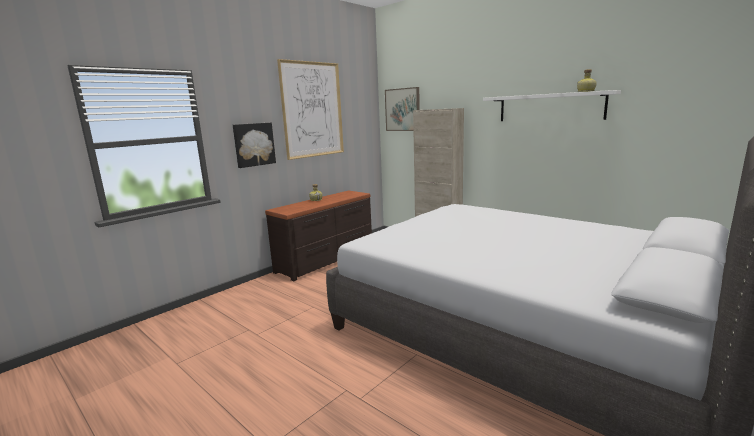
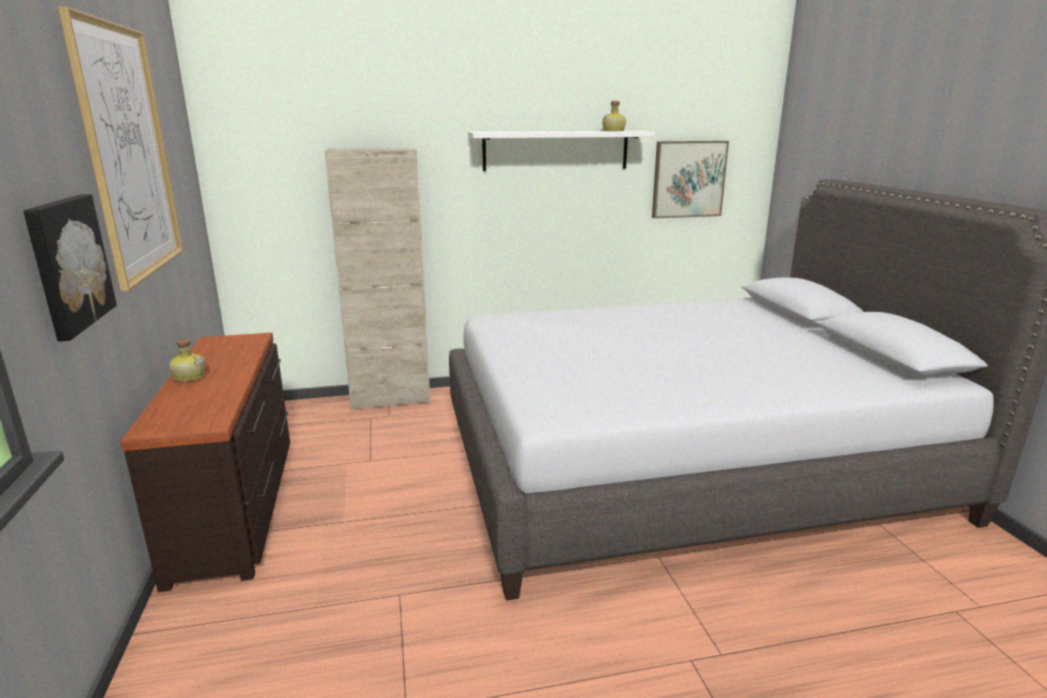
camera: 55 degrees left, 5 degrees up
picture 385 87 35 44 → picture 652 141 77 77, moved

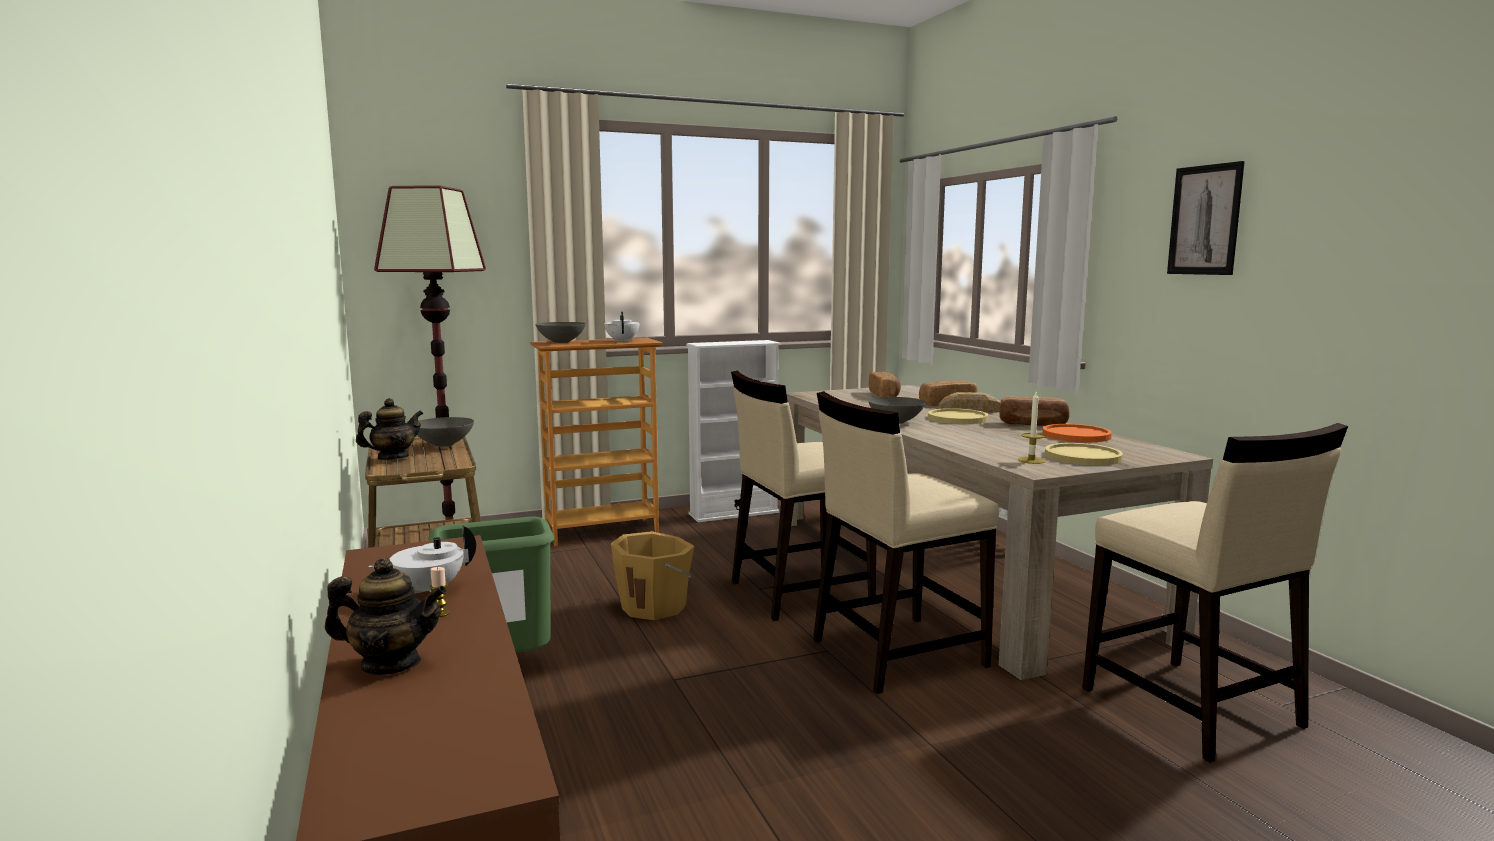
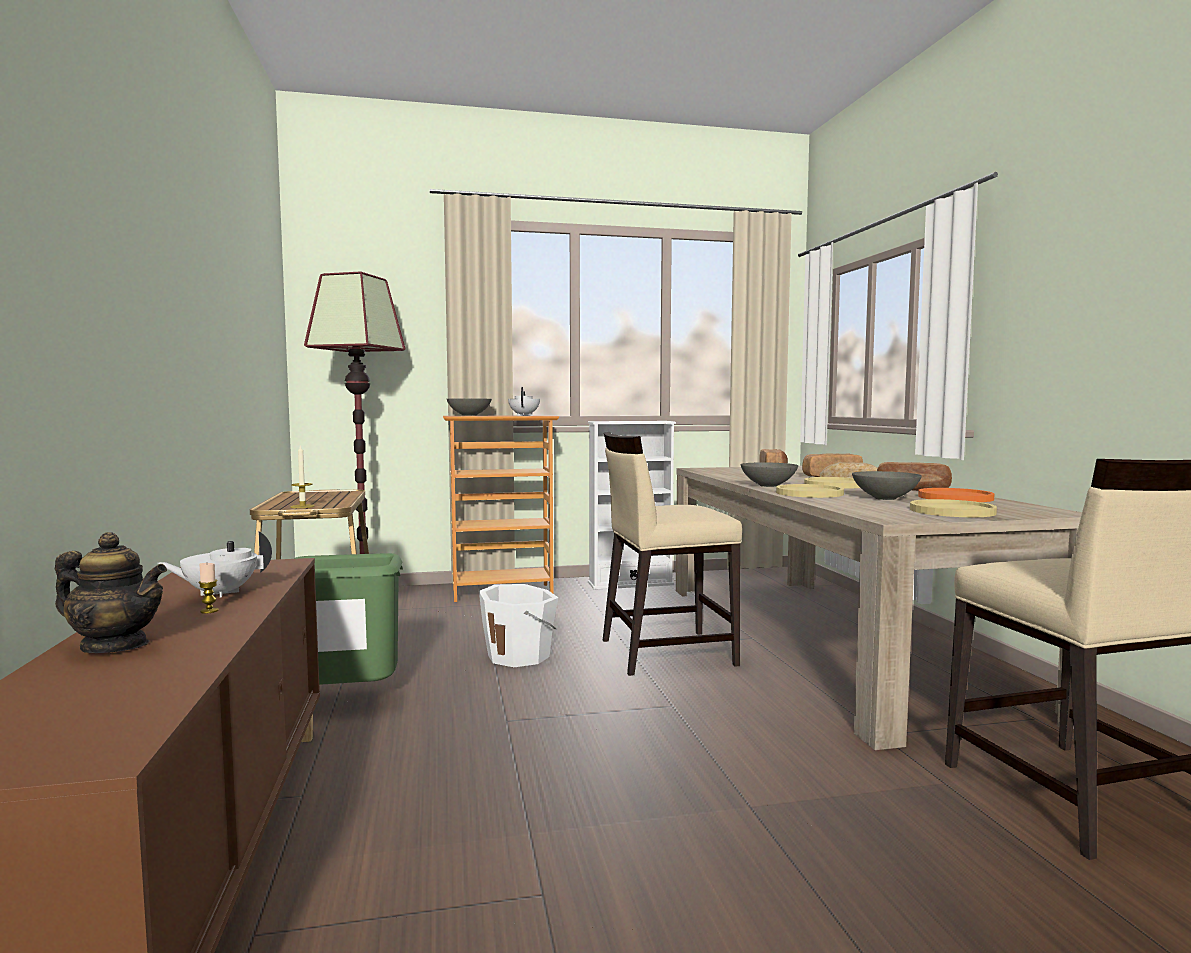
camera: 10 degrees right, 5 degrees down
teapot 356 398 67 62 → -
chair/beige 813 391 186 303 → -
picture 1167 161 78 114 → -
- → plate/yellow 776 484 68 14
bowl/grey 417 417 57 30 → bowl/grey 852 471 70 29, moved
candle 1018 392 27 72 → candle 291 445 24 63, moved
bucket/orange 611 531 84 89 → bucket/white 479 584 79 83

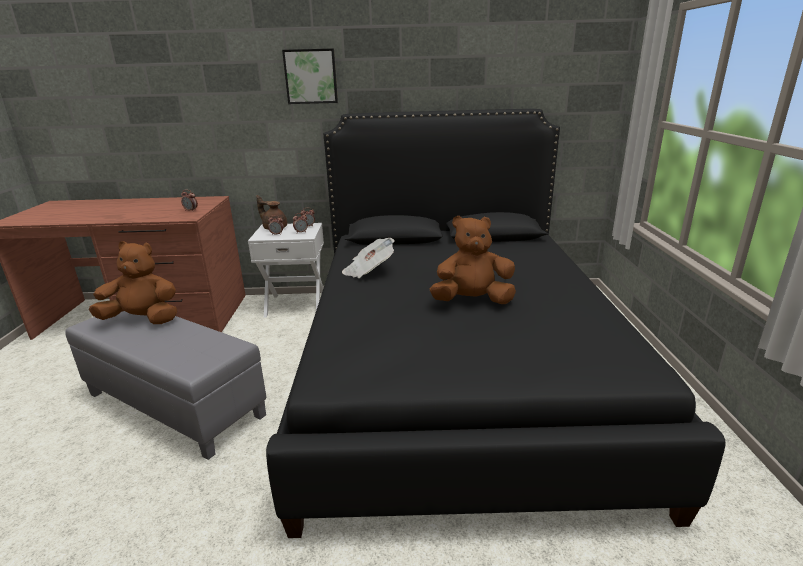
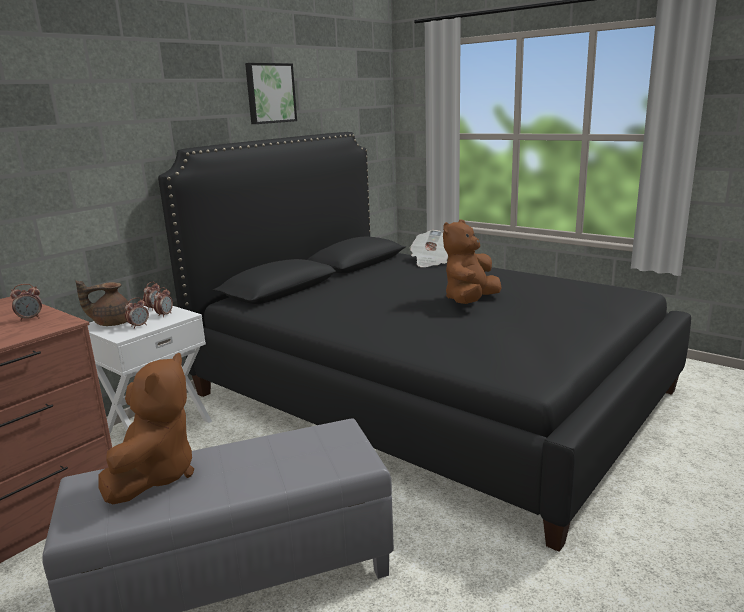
camera: 50 degrees left, 5 degrees down
picture 282 48 56 56 → picture 245 63 52 61, moved
newspaper 342 238 53 40 → newspaper 410 230 38 37, moved
plush toy/brown 89 241 88 83 → plush toy/brown 98 353 96 151, 150 degrees clockwise

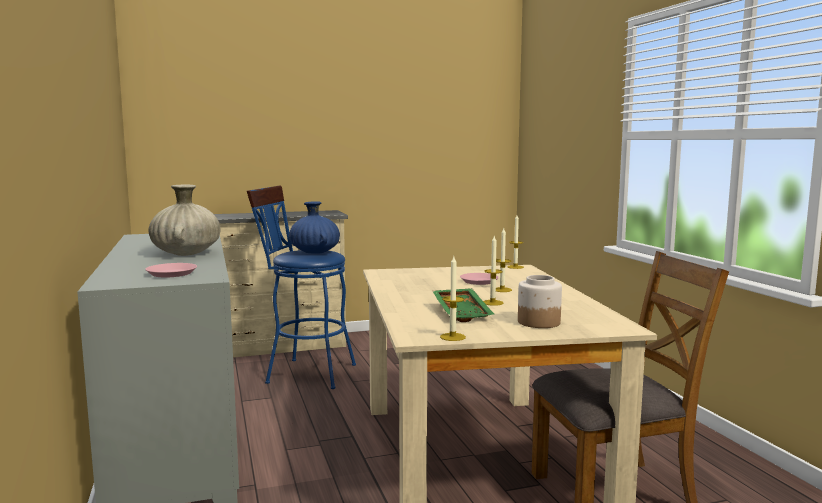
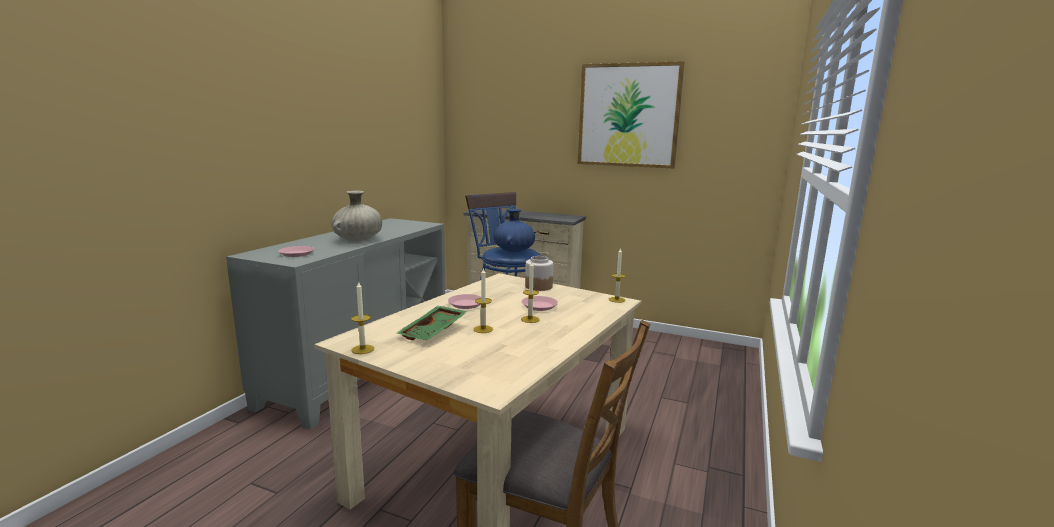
camera: 40 degrees right, 5 degrees up
- → plate/pink 448 294 33 15
- → picture 578 61 106 107
jar 518 275 44 53 → jar 525 256 28 35, moved

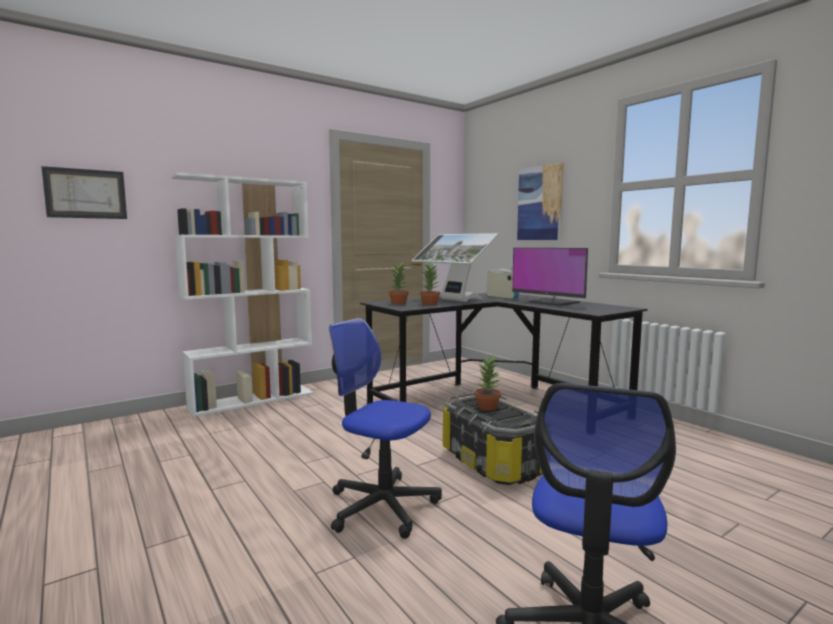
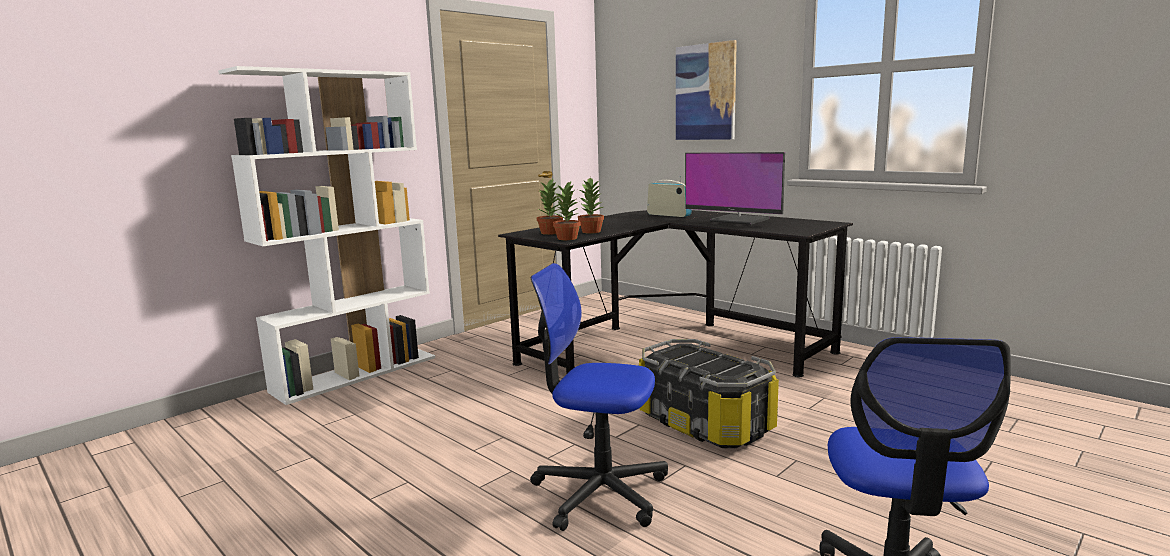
camera: 10 degrees left, 5 degrees up
picture 41 166 86 53 → -
monitor 412 233 86 69 → -
potted plant 475 353 26 57 → potted plant 552 182 29 58, moved

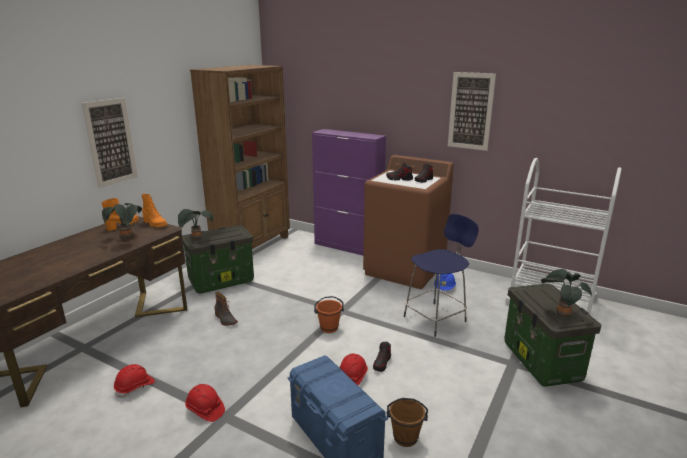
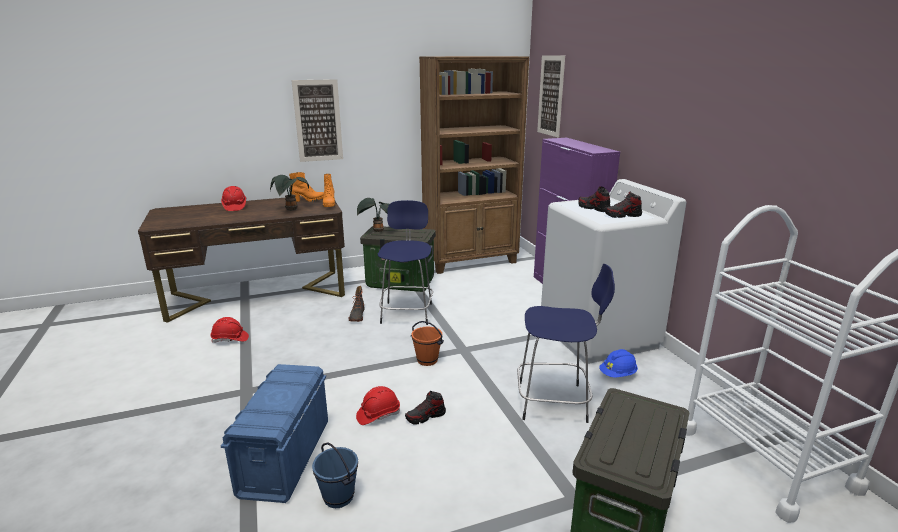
camera: 40 degrees right, 0 degrees up
potted plant 541 269 51 50 → -
- → stool/blue 378 200 55 125
hard hat/red 185 384 40 38 → hard hat/red 221 186 25 25, moved
picture 448 72 48 79 → picture 537 55 28 82, moved
washing machine/brown 363 155 91 134 → washing machine/white 541 179 145 185
bucket/brown 387 398 41 49 → bucket/blue 312 443 46 65

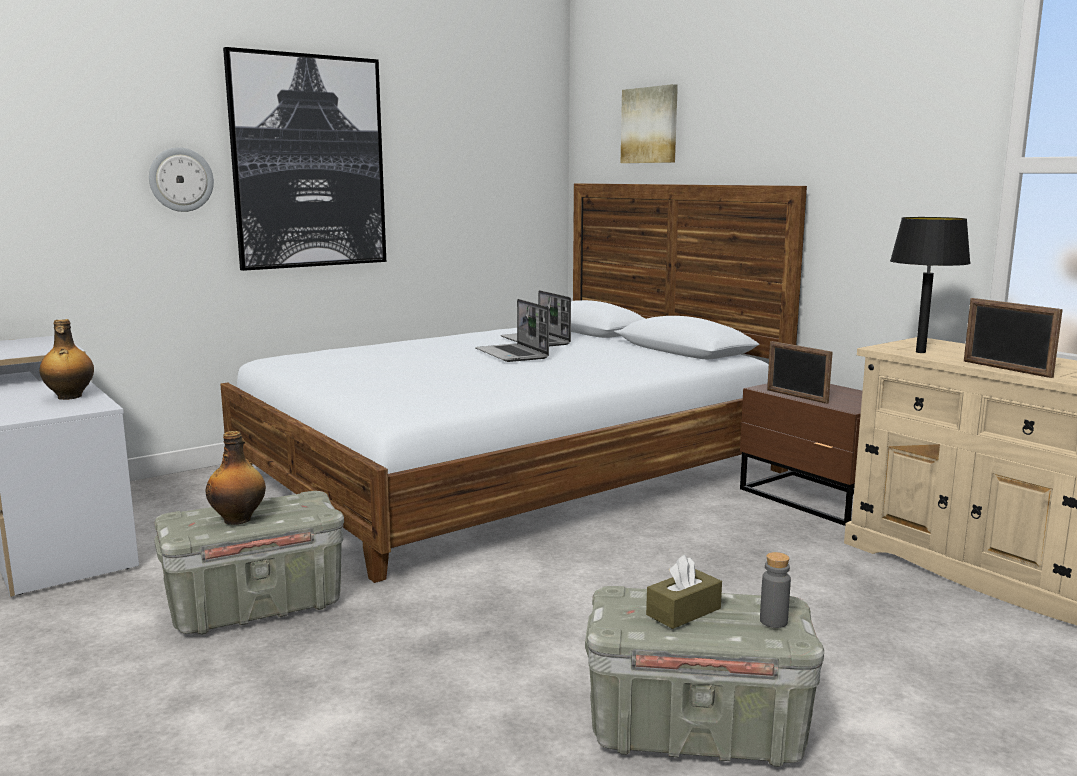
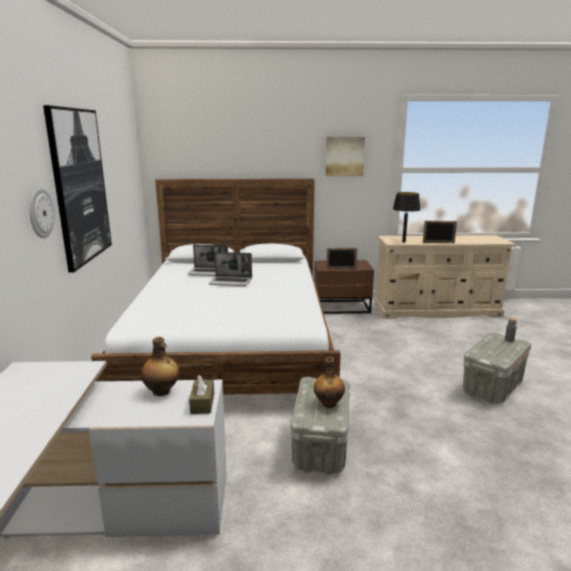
camera: 55 degrees left, 5 degrees up
picture 621 84 57 79 → picture 325 137 40 39, moved
tissue box/brown 646 555 76 74 → tissue box/brown 189 375 25 39, moved

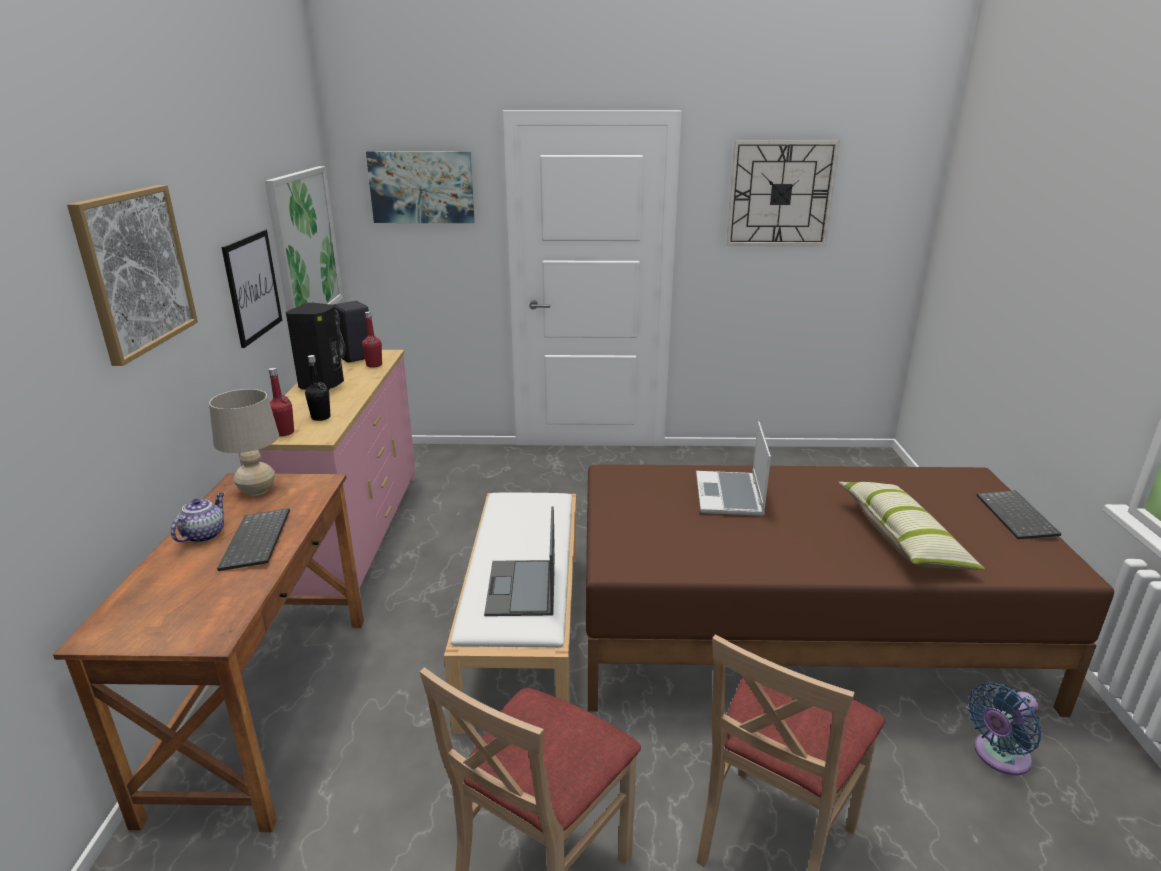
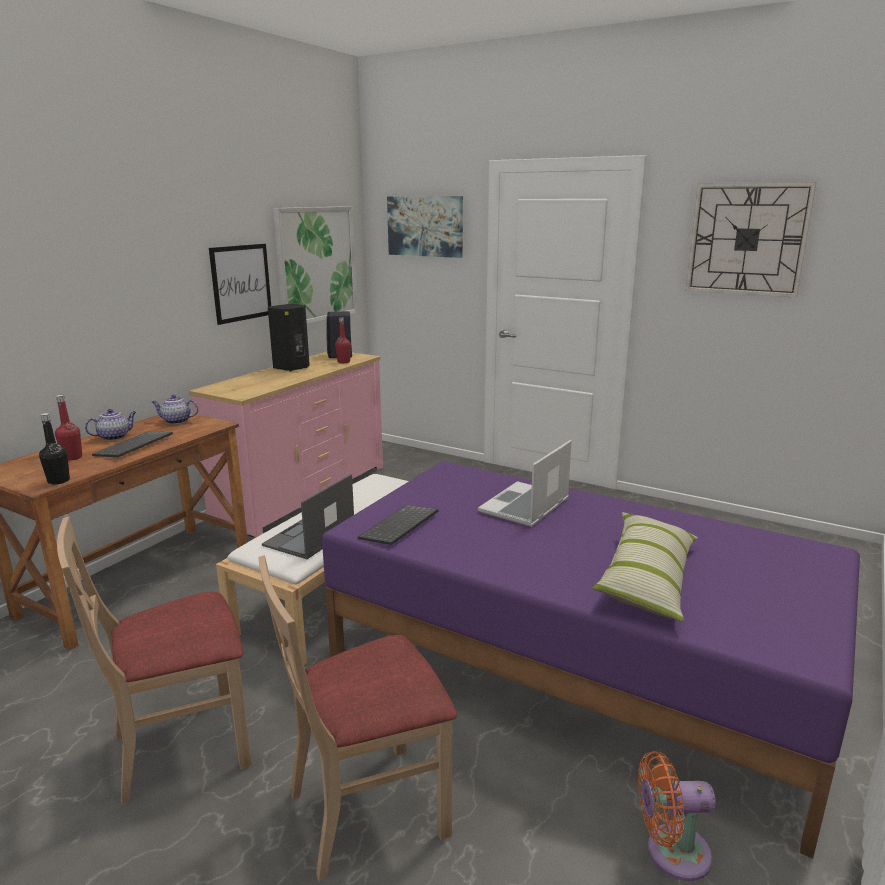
camera: 30 degrees right, 5 degrees down
picture 67 185 131 181 → -
bottle/red 269 368 25 68 → bottle/red 55 395 27 65, moved
bottle/black 305 355 25 66 → bottle/black 39 413 31 71, moved
keyboard 977 490 84 49 → keyboard 358 505 81 40, moved
table lamp/beige 209 389 70 107 → teapot 152 395 47 29
bed/brown 586 464 528 253 → bed/purple 322 461 538 398
fan/blue 968 682 74 94 → fan/orange 638 751 78 130

